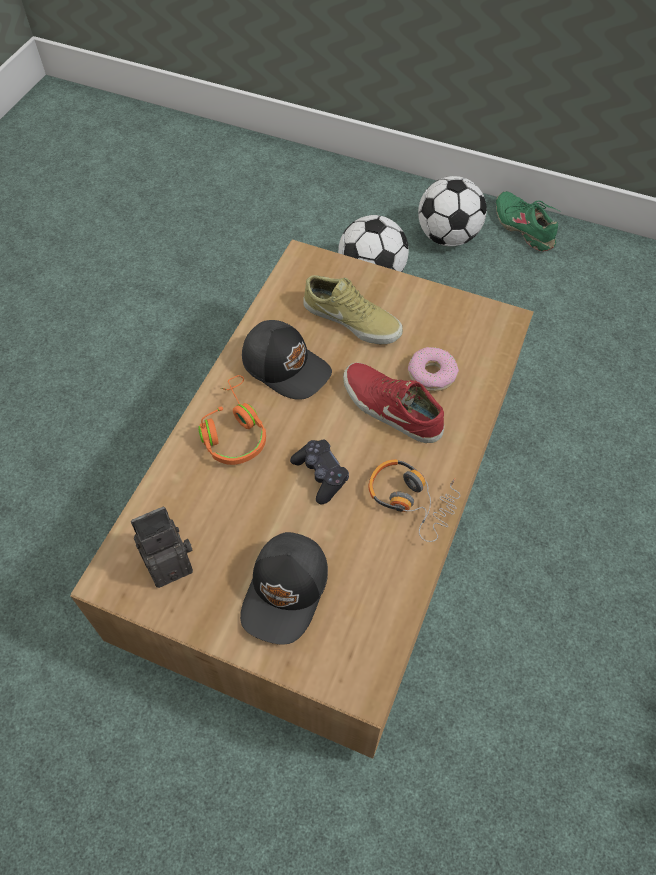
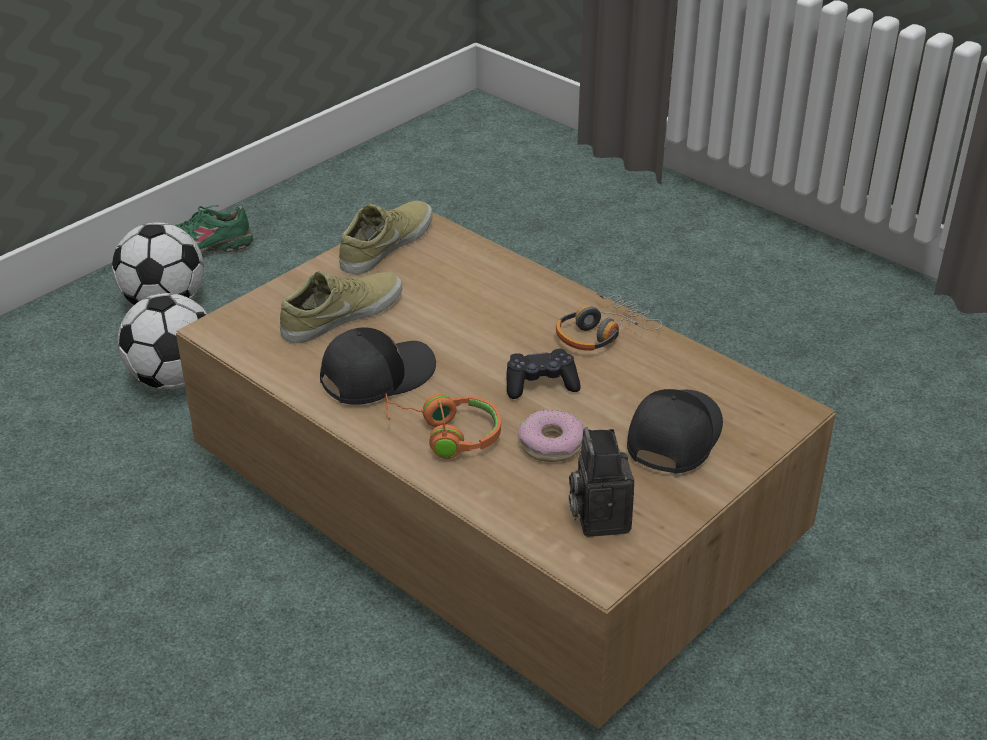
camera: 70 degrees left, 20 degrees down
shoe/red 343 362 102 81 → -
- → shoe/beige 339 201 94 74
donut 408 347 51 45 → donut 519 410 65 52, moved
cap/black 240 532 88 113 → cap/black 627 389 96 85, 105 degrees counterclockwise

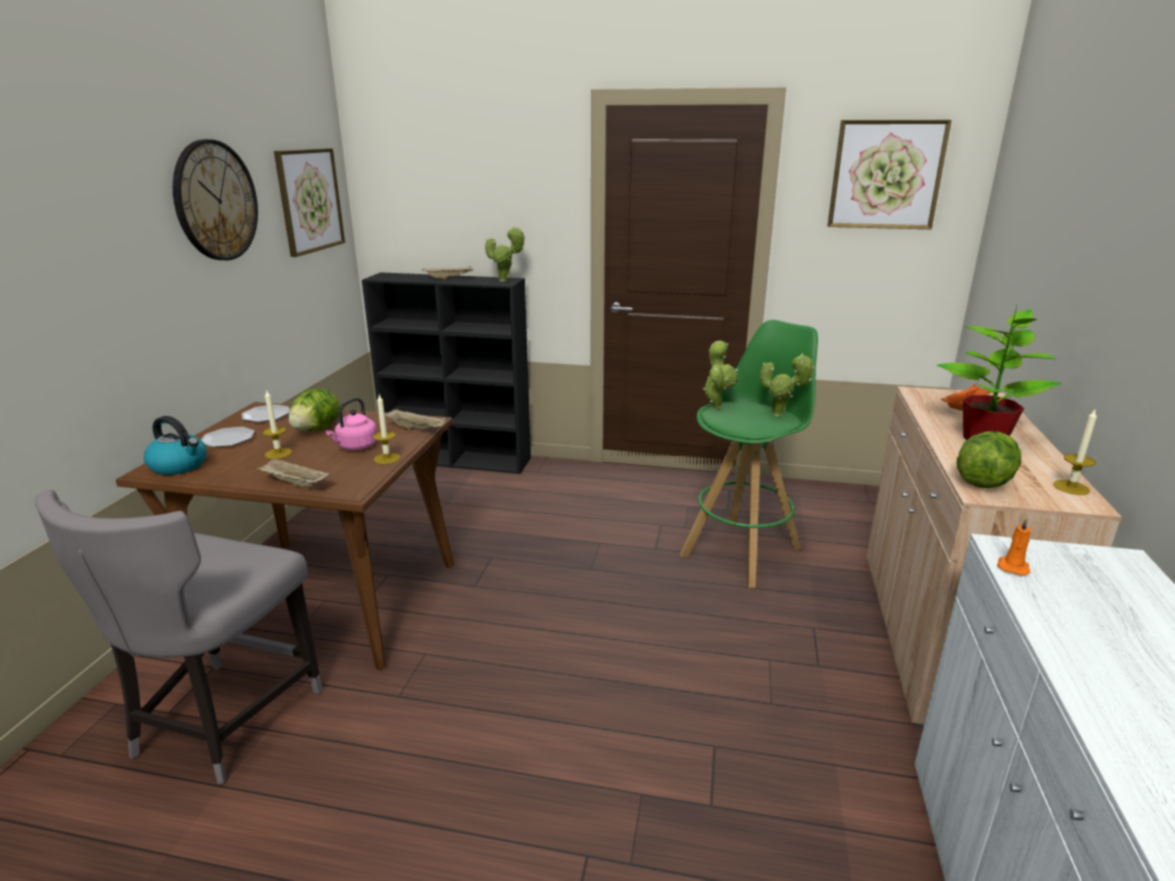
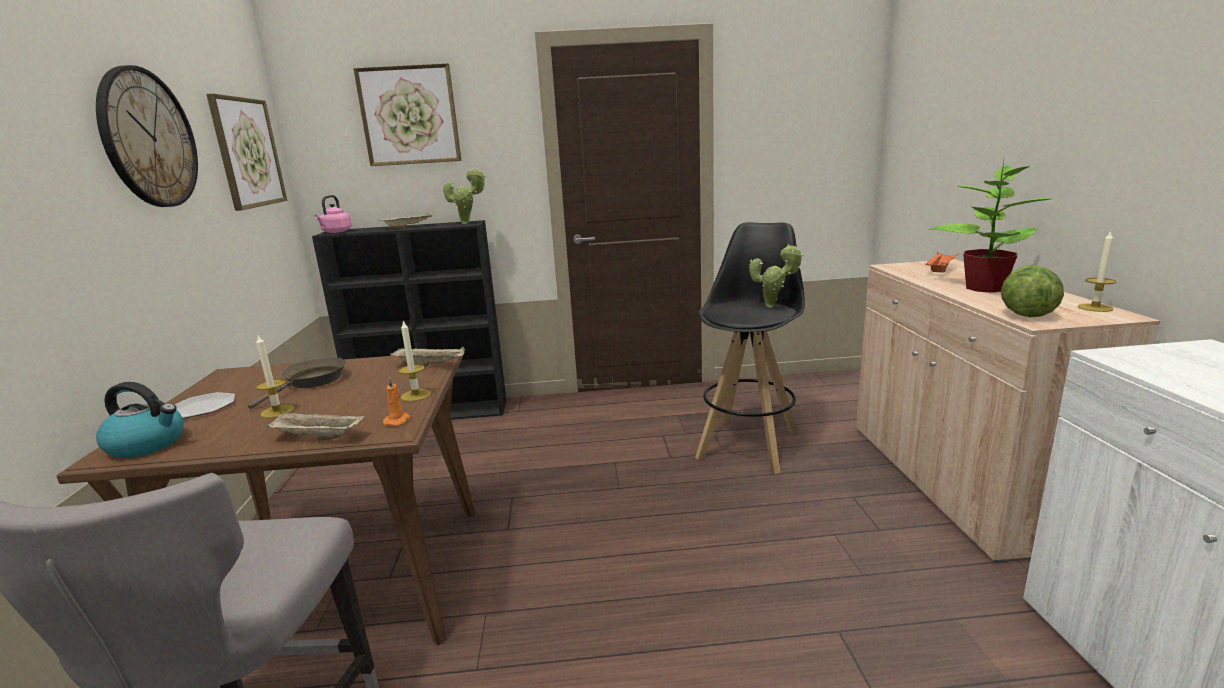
camera: 15 degrees left, 5 degrees down
plate 242 404 48 18 → -
potted plant 703 340 35 69 → -
kettle/pink 326 398 51 52 → kettle/pink 314 195 38 38, moved
picture 828 120 124 109 → picture 353 63 108 103, moved
candle/orange 997 518 34 58 → candle/orange 383 377 28 49, moved
lettuce 288 388 52 43 → frying pan/brown 248 357 98 52
stool/green 680 320 138 268 → stool/black 695 222 110 252

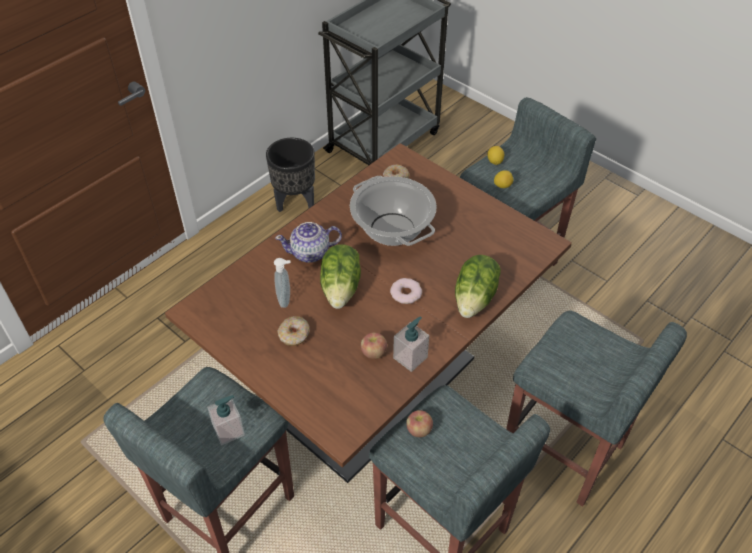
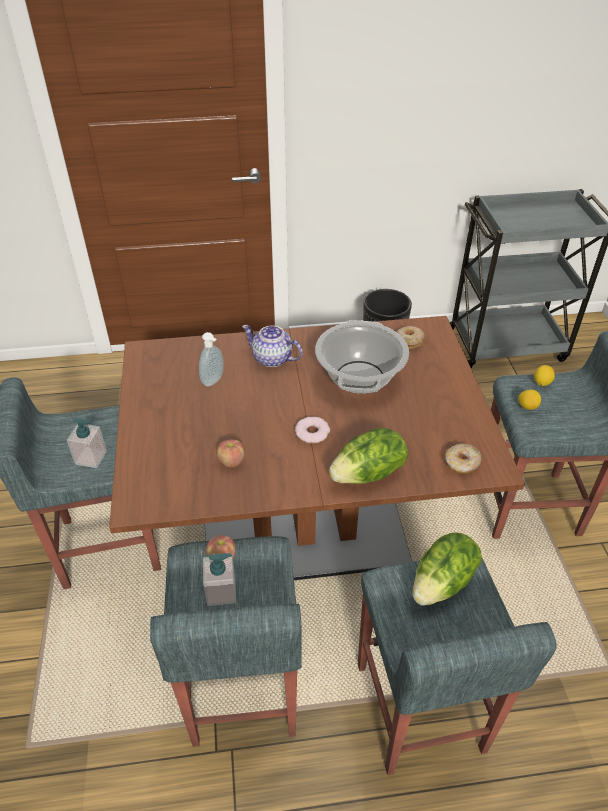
camera: 40 degrees right, 5 degrees down
donut 277 316 33 30 → donut 445 443 37 31, moved
lettuce 320 244 41 65 → lettuce 413 533 69 72, moved
soap dispenser 393 316 36 56 → soap dispenser 203 553 33 53, moved

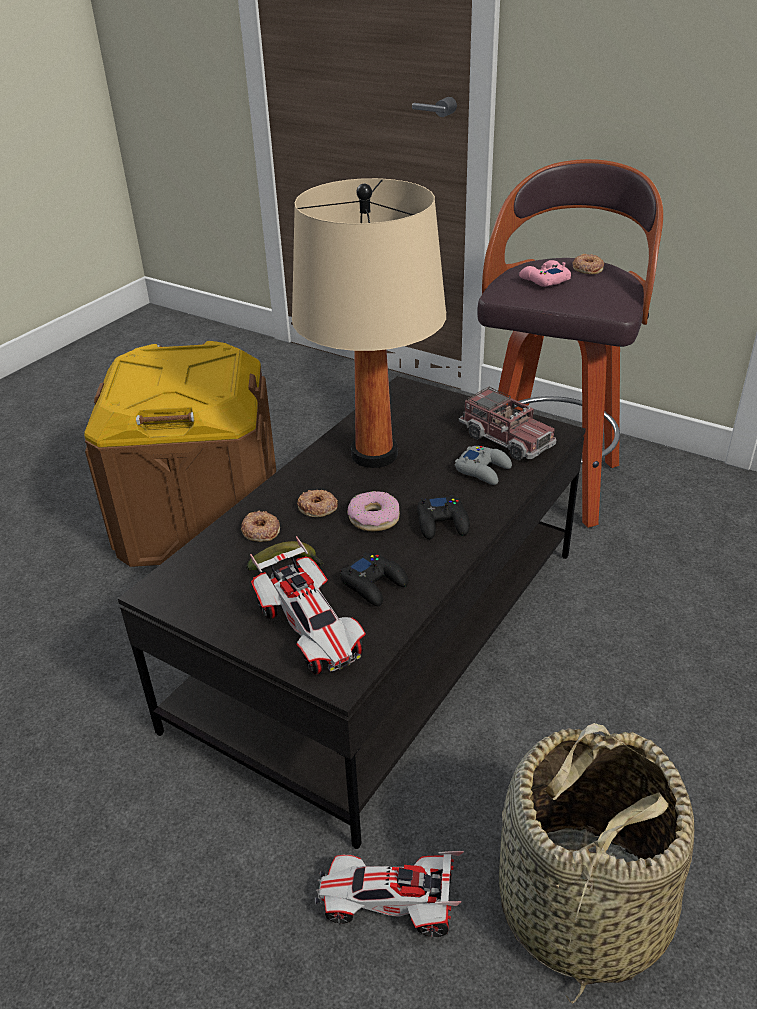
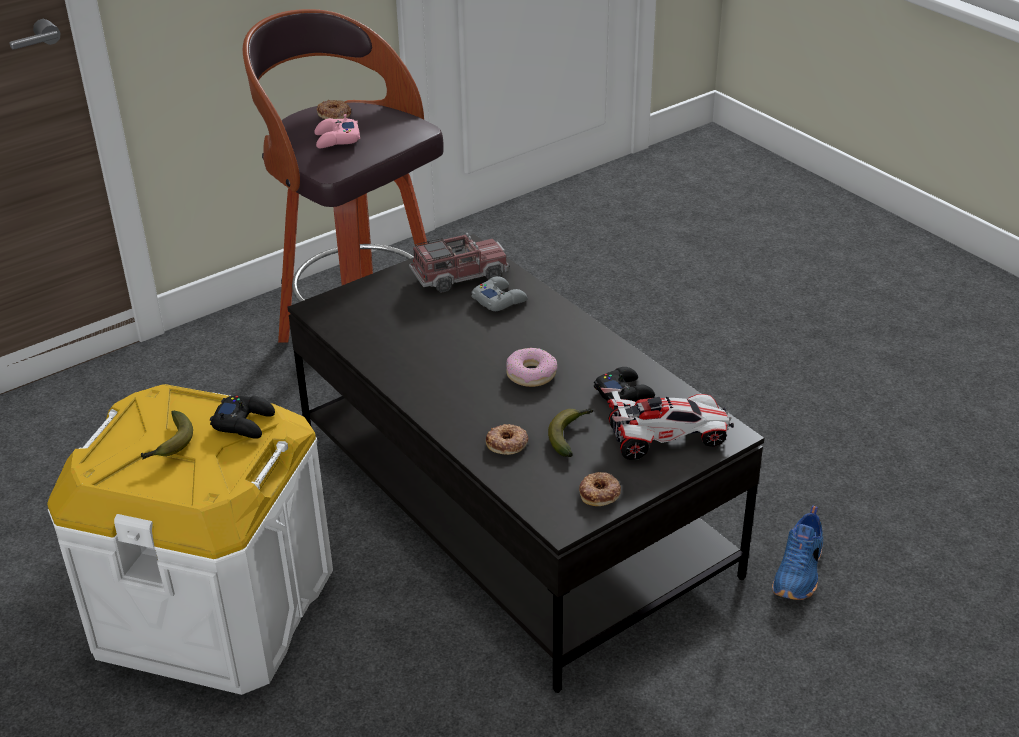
camera: 70 degrees left, 0 degrees up
table lamp/beige 292 178 154 290 → -
basket 499 723 195 281 → -
- → banana 141 411 52 48
donut 297 490 41 27 → donut 579 472 42 34, moved
game controller/black 417 496 53 43 → game controller/black 210 396 65 43, moved
toy car 315 851 149 86 → shoe/blue 772 506 51 94
storage box/brown 84 341 192 226 → storage box/white 47 384 286 311

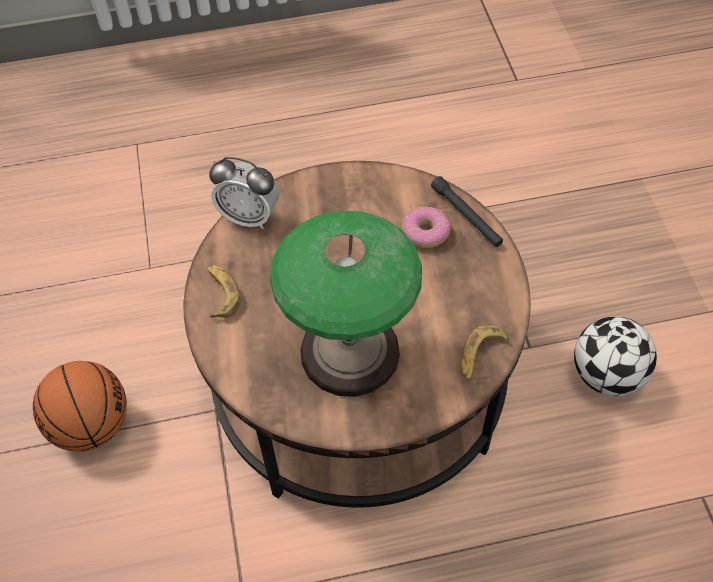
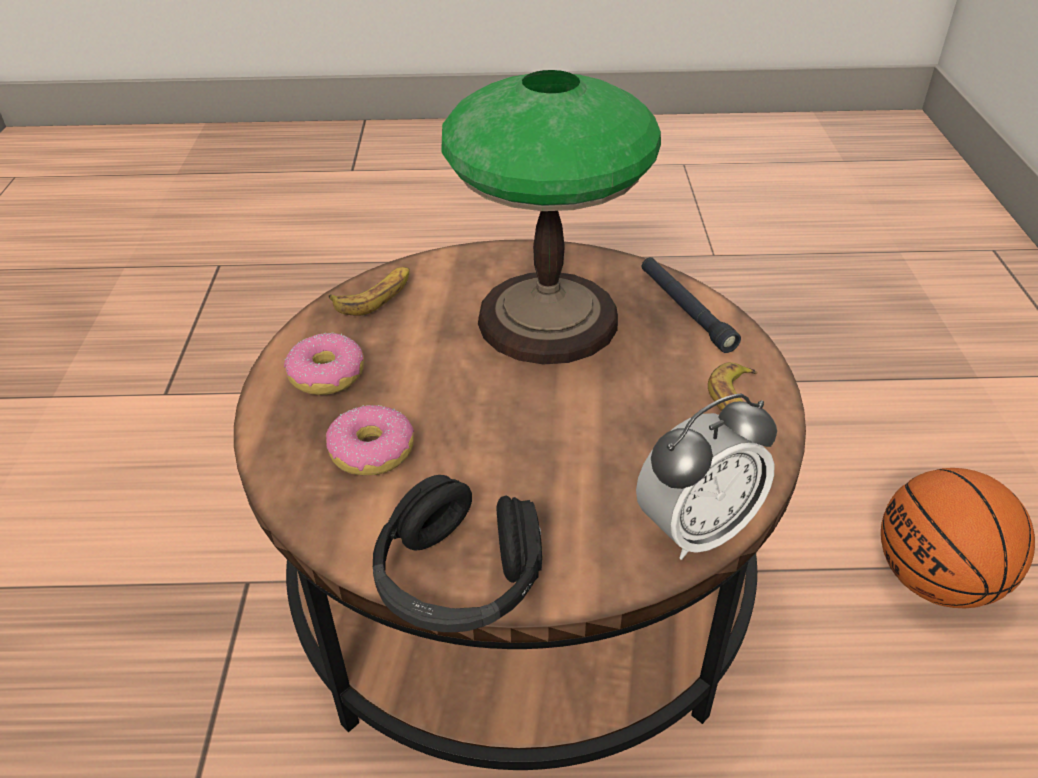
camera: 170 degrees left, 15 degrees down
football 574 316 83 80 → -
- → donut 284 333 80 62
- → headphones/black 373 475 169 157
flashlight/black 431 176 72 71 → flashlight/black 642 257 99 96, moved
alarm clock 209 157 70 72 → alarm clock 636 393 141 167, 120 degrees clockwise

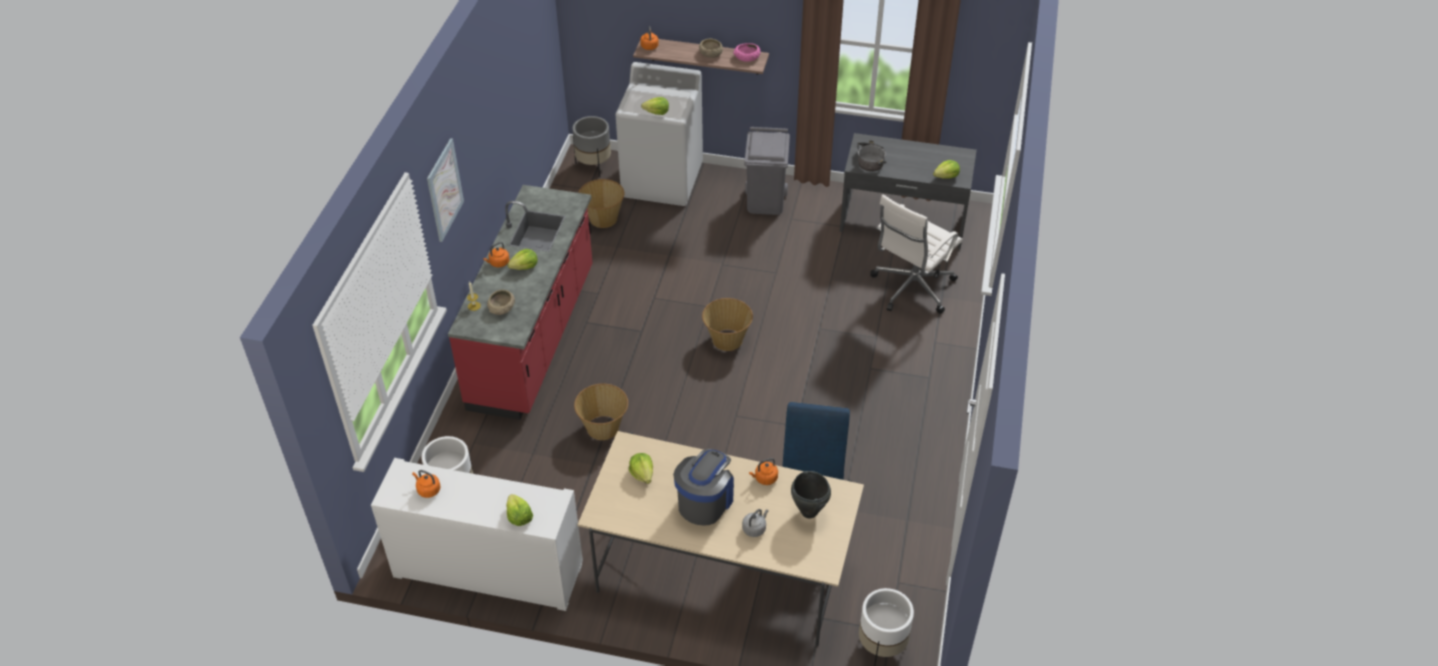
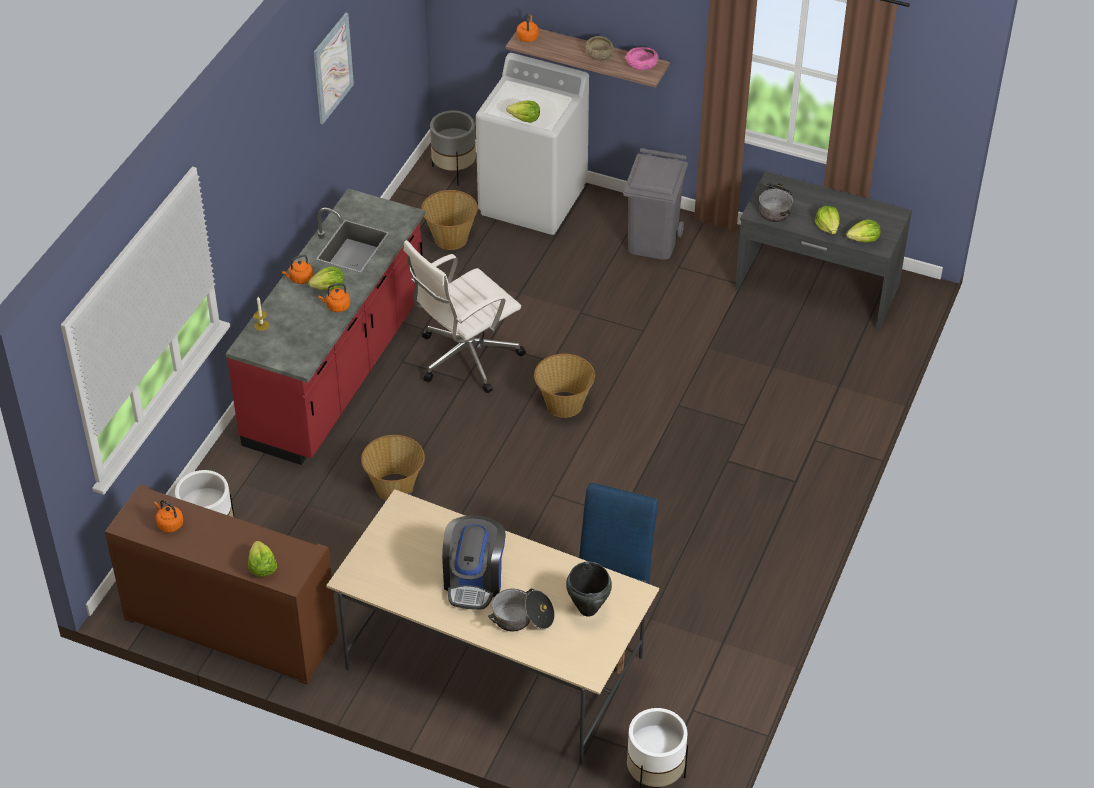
camera: 10 degrees right, 0 degrees up
bowl/beige 487 290 28 25 → -
picture 427 138 37 104 → picture 314 13 40 111, moved
lettuce 629 453 24 31 → lettuce 815 206 24 28, moved
kettle/orange 749 458 29 27 → kettle/orange 318 283 32 29, moved
office chair/white 870 195 92 119 → office chair/white 403 240 123 153, moved
kettle/grey 742 509 27 28 → cooking pot 488 588 67 43
cabinet/white 371 458 212 153 → cabinet/brown 105 484 233 201
coffee machine 673 449 61 77 → coffee machine 442 515 64 95, 150 degrees clockwise

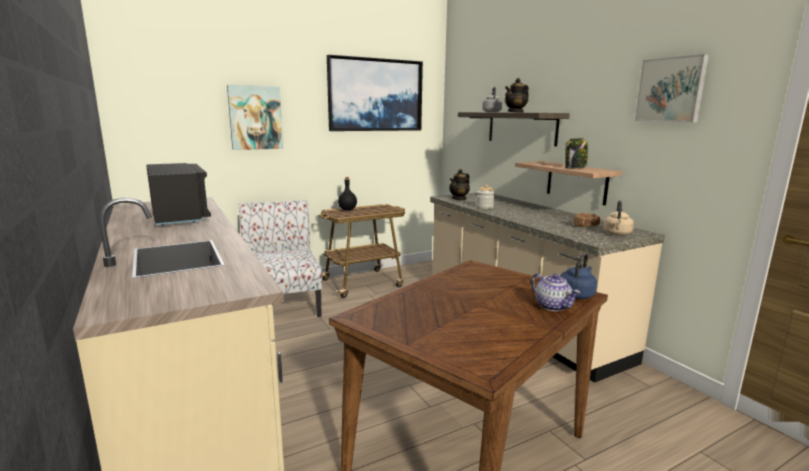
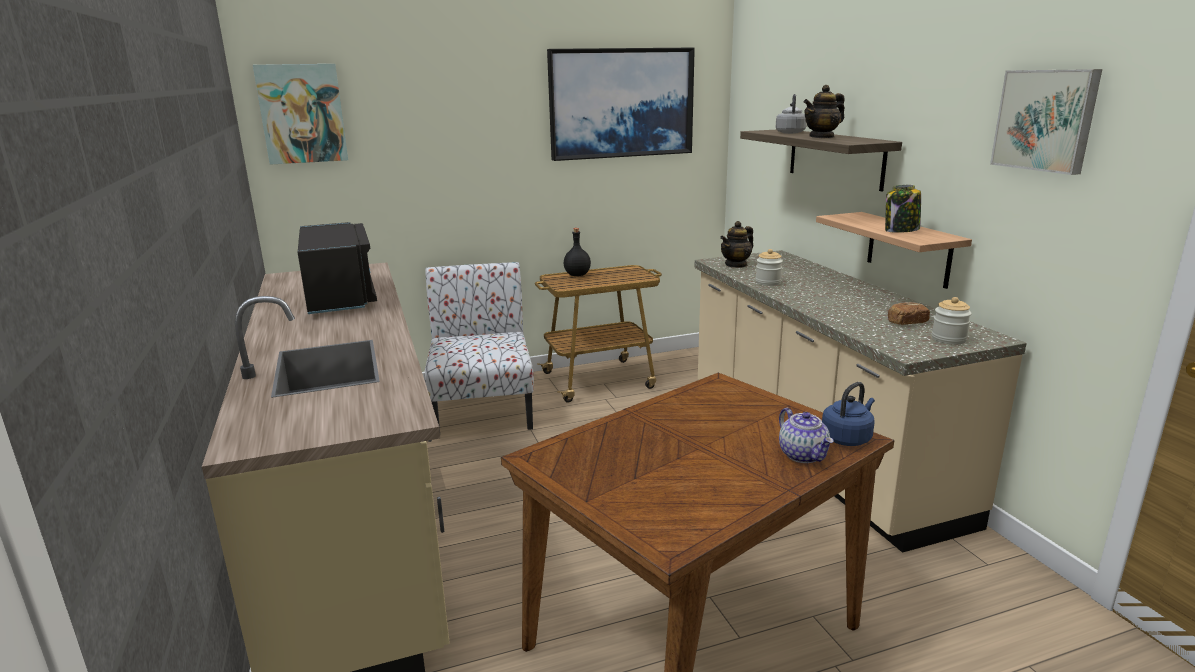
camera: 10 degrees right, 5 degrees up
picture 227 85 56 65 → picture 253 64 95 101, moved
kettle/beige 603 200 31 35 → jar 932 297 40 48

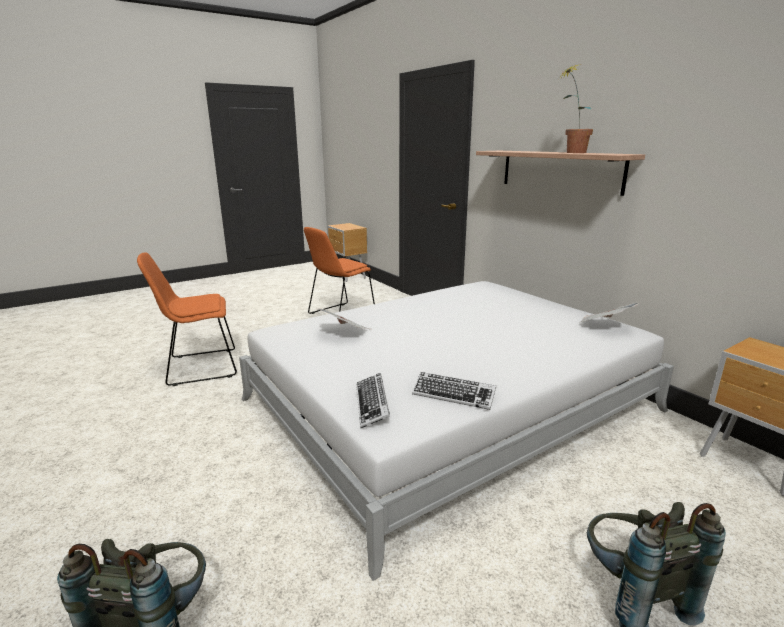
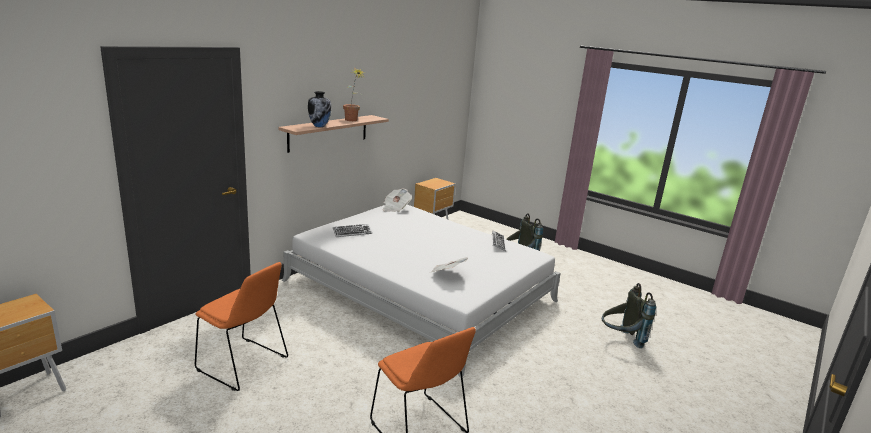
camera: 110 degrees left, 0 degrees up
- → vase 308 91 23 36
keyboard 356 373 34 56 → keyboard 333 224 39 13, moved

